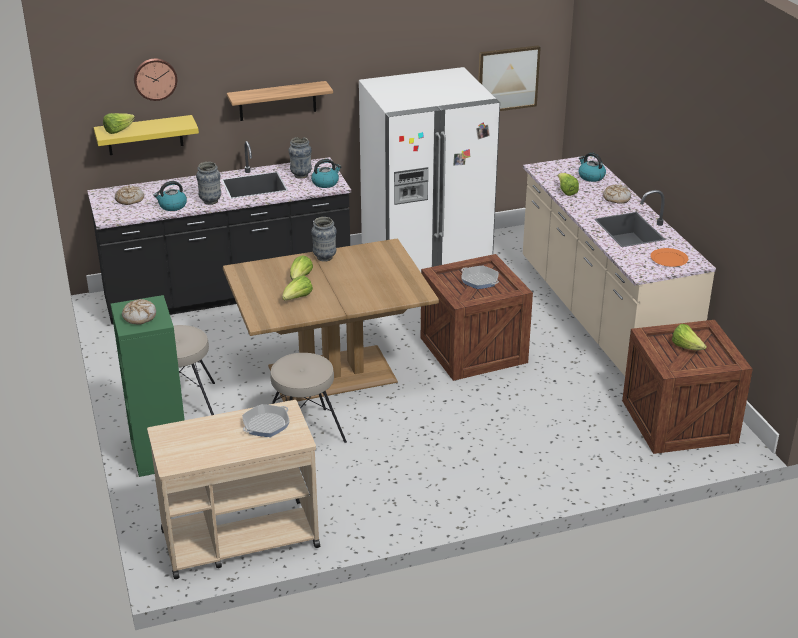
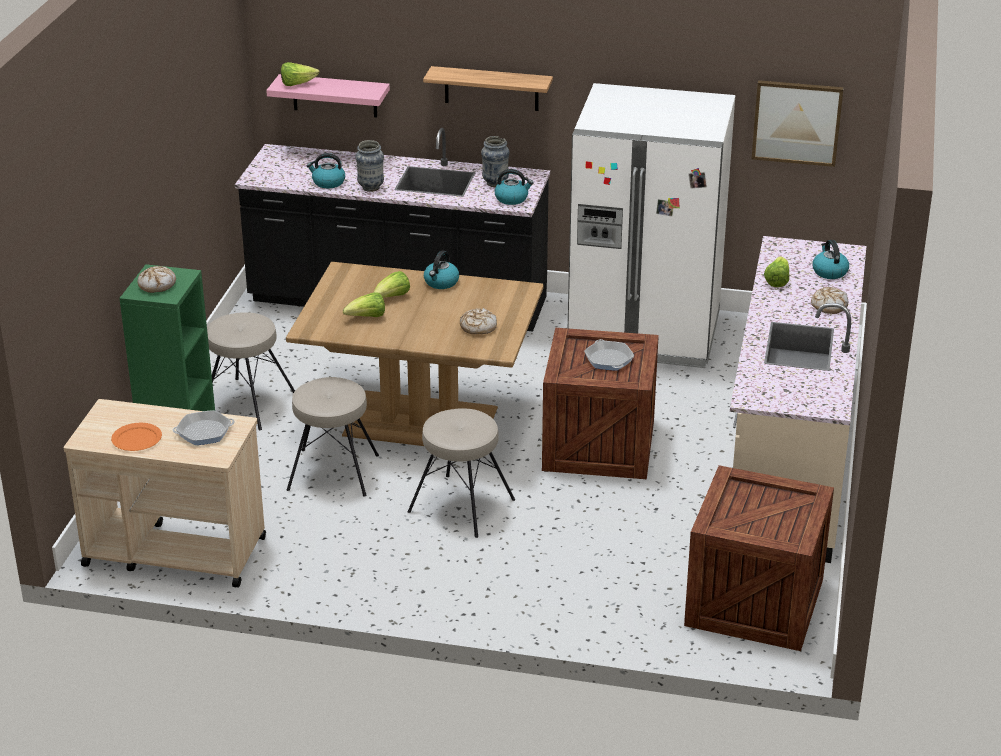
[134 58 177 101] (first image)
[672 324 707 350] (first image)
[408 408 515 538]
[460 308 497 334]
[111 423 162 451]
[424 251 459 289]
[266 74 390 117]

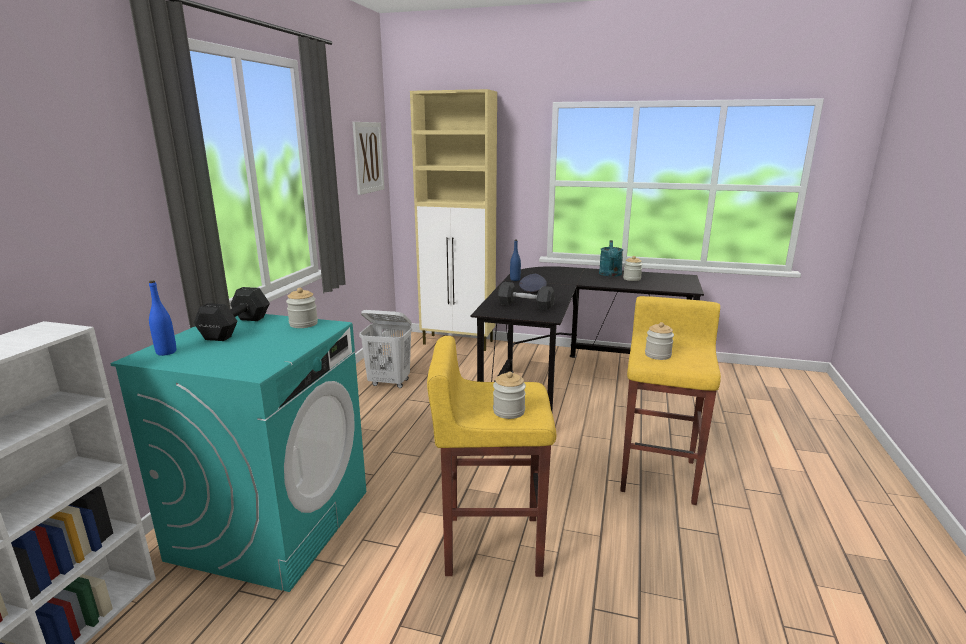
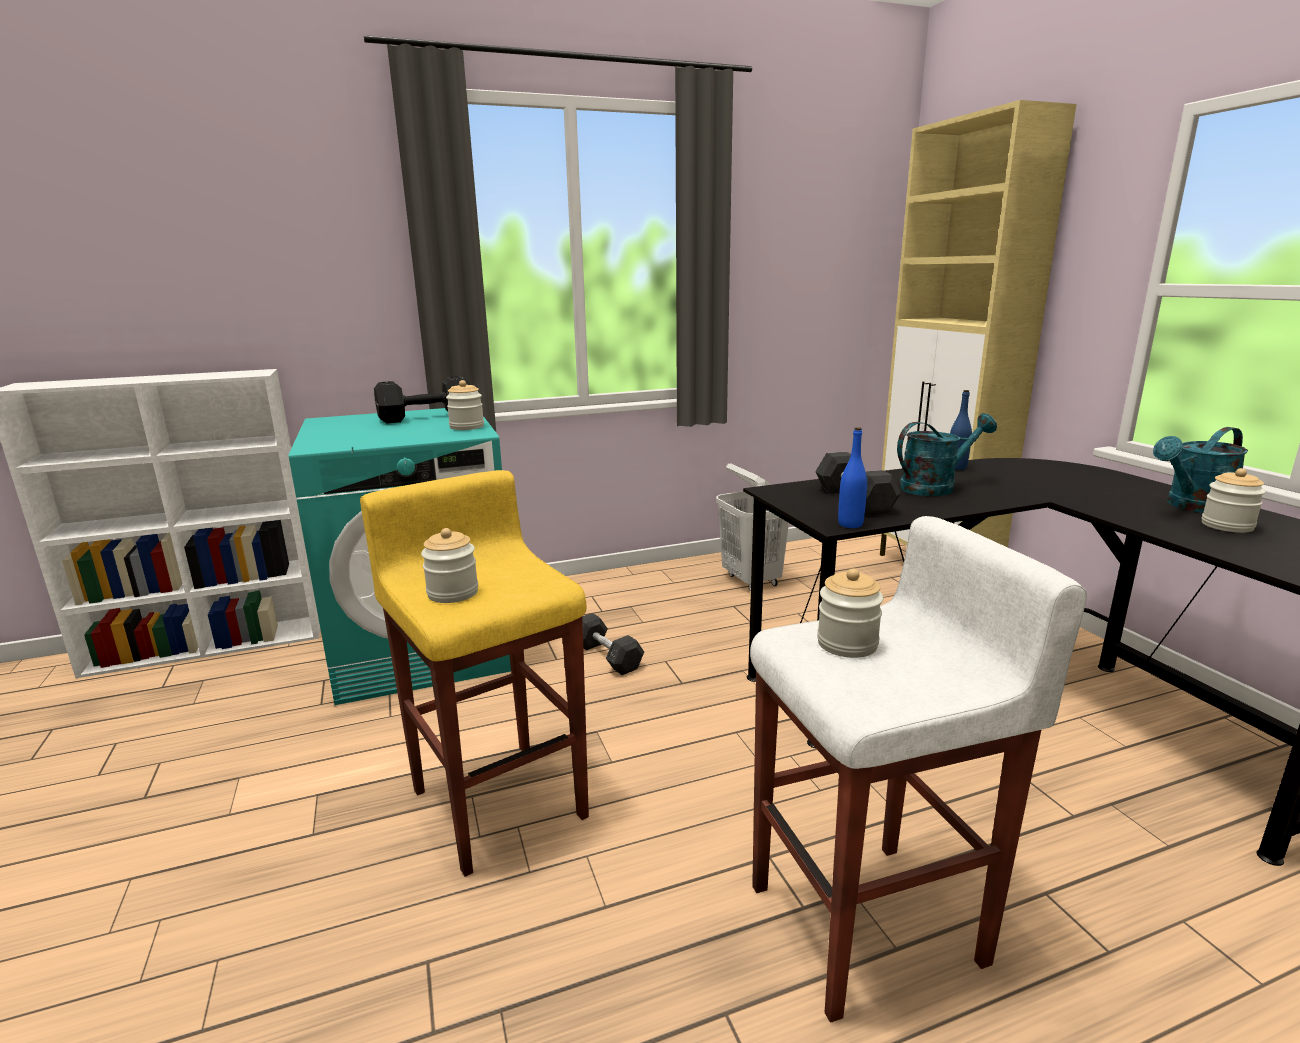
[352 122 384 195] (first image)
[582 613 644 675]
[838 427 867 528]
[897 413 997 496]
[750 516 1087 1023]

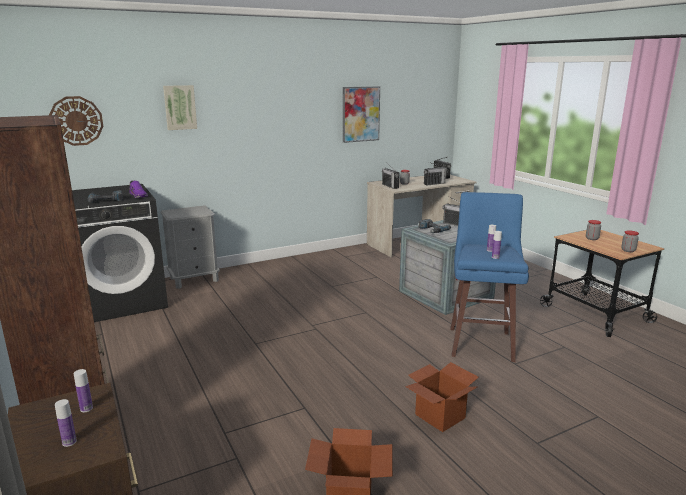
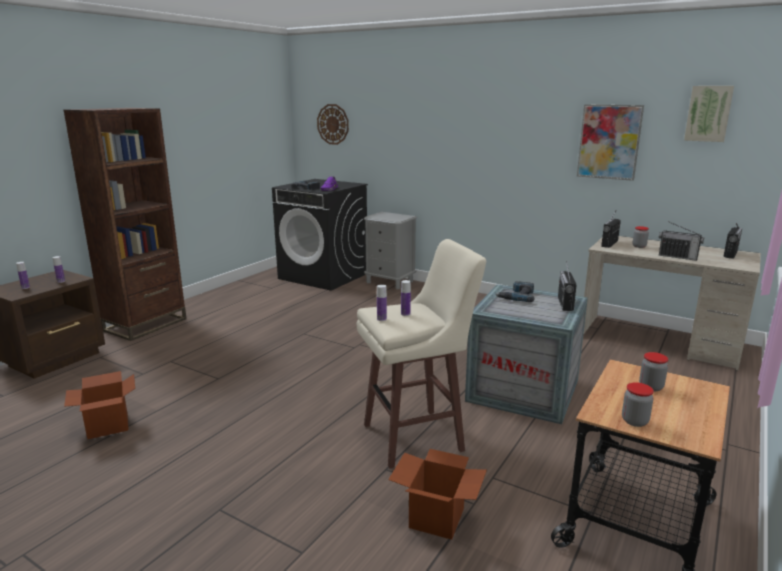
[684 86 734 142]
[388 449 487 540]
[357 239 486 469]

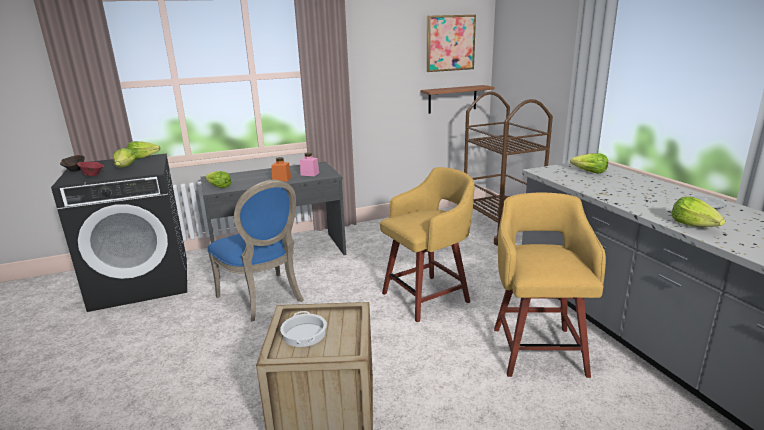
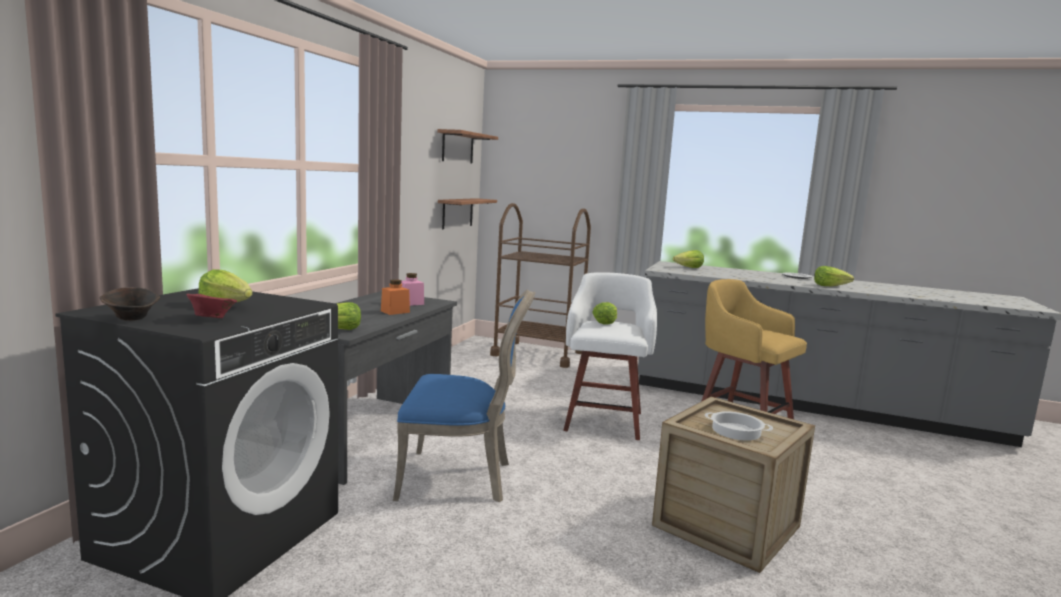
[592 302 617 325]
[437 129 498 164]
[563 272 657 440]

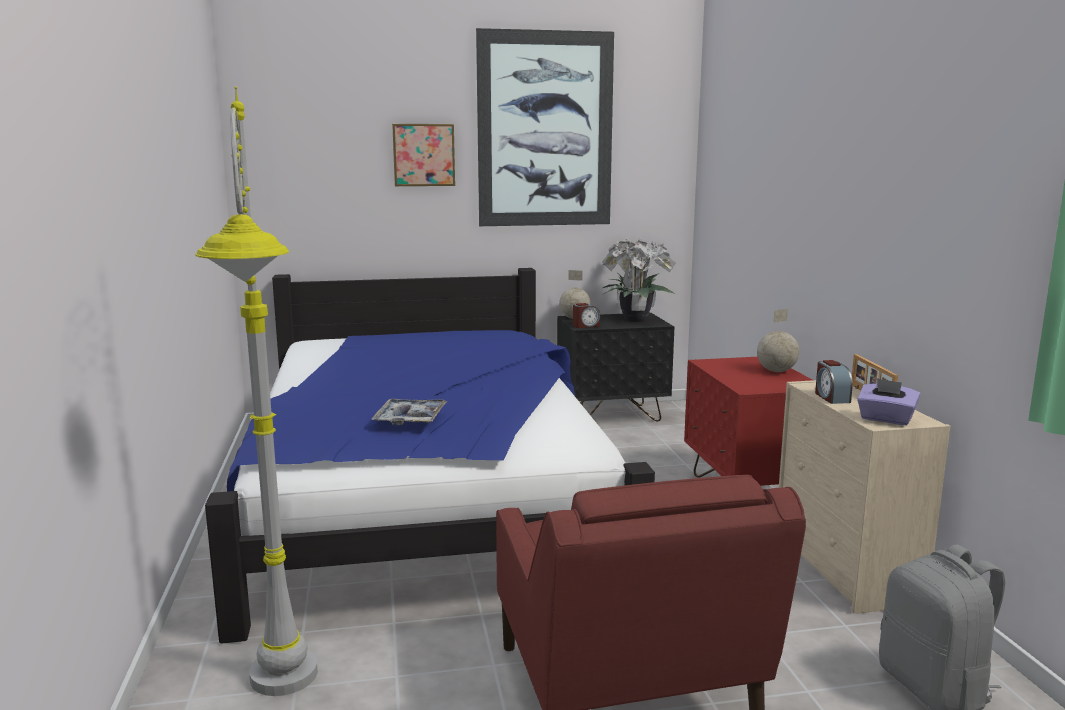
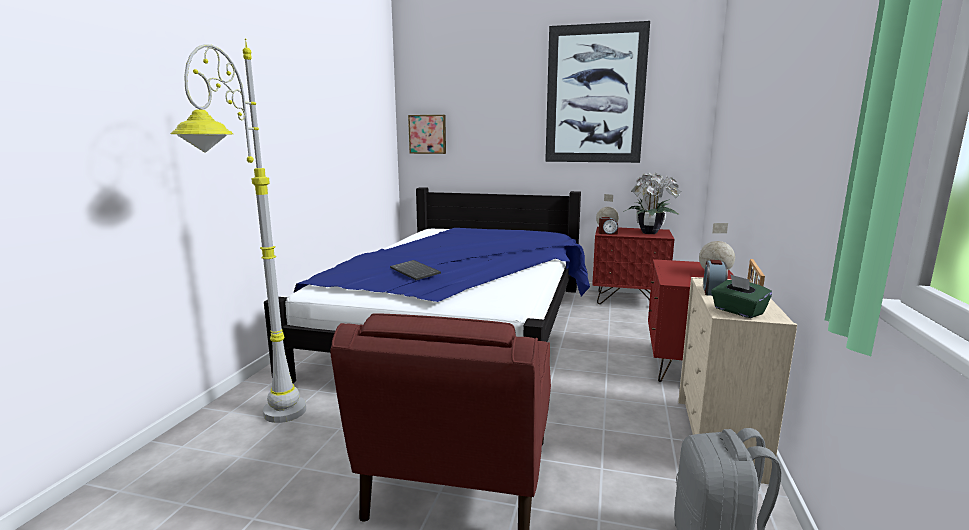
[408 115 446 154]
[390 260 441 280]
[592 227 674 304]
[711 274 772 318]

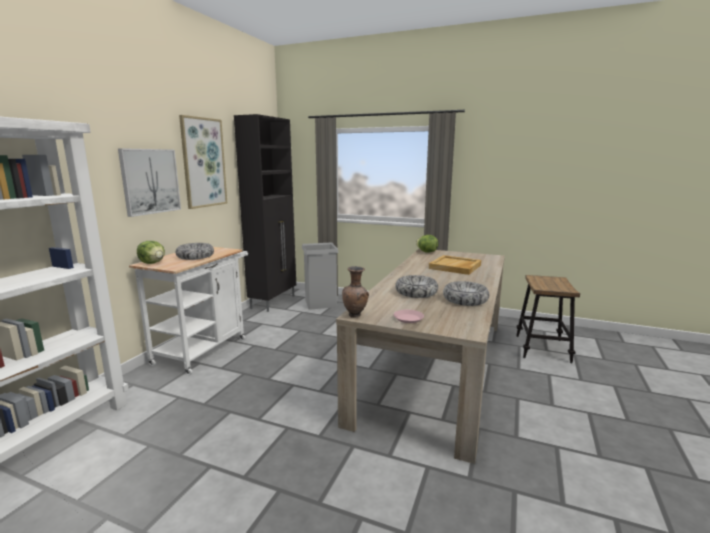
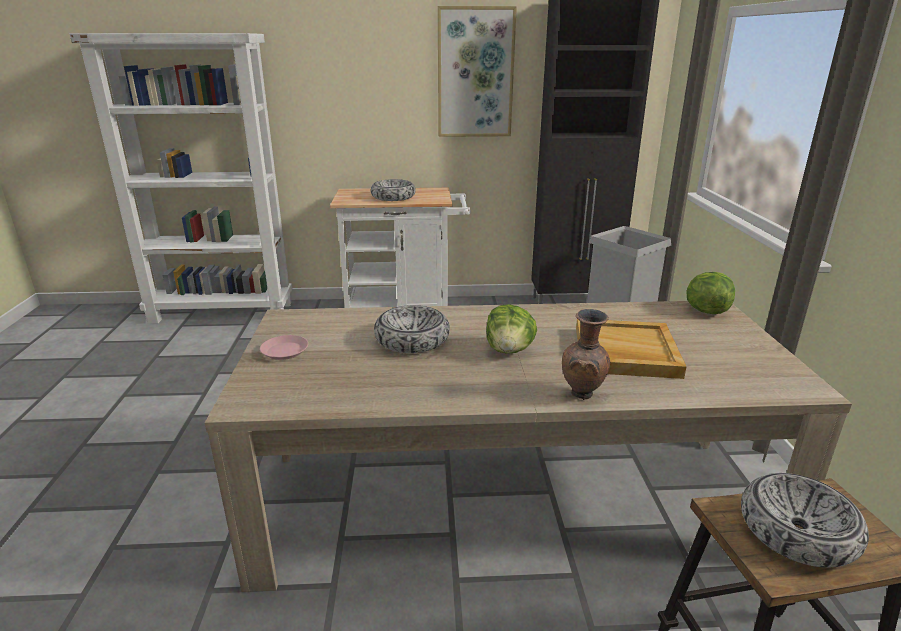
[118 148 181 217] (first image)
[486 304 537 354]
[562 309 610 400]
[741 473 869 568]

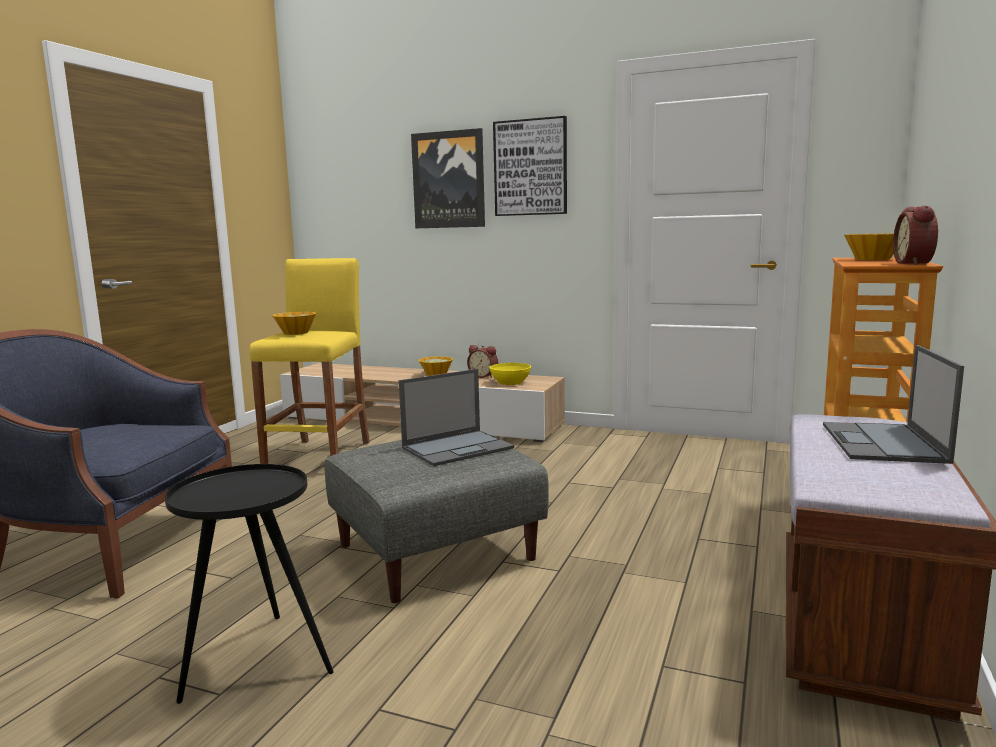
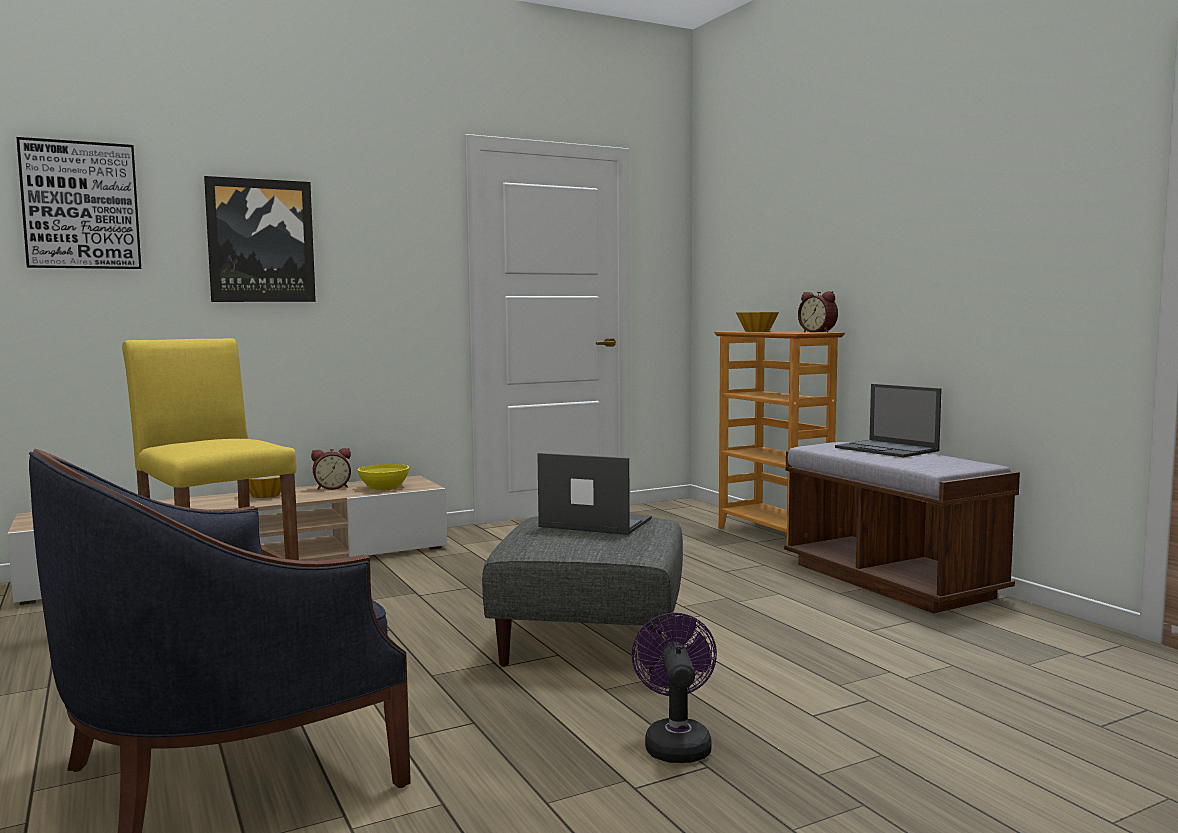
[272 312 316 335] (first image)
[16 137 141 269]
[632 613 717 763]
[537 453 652 535]

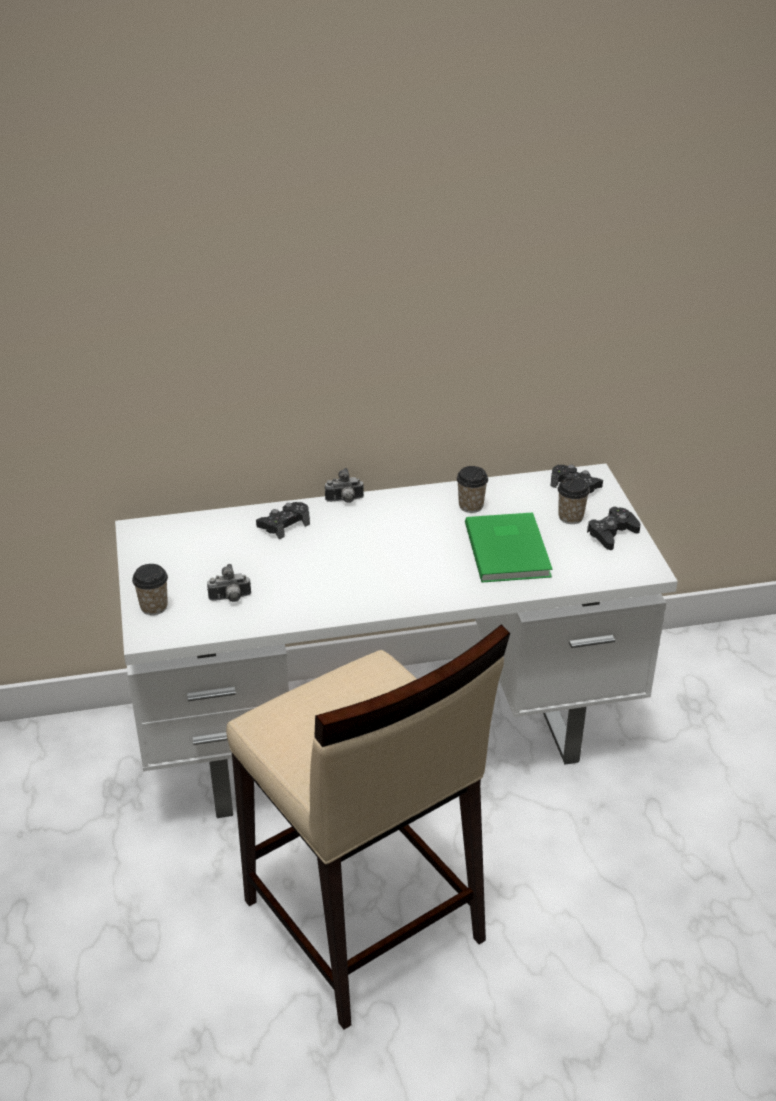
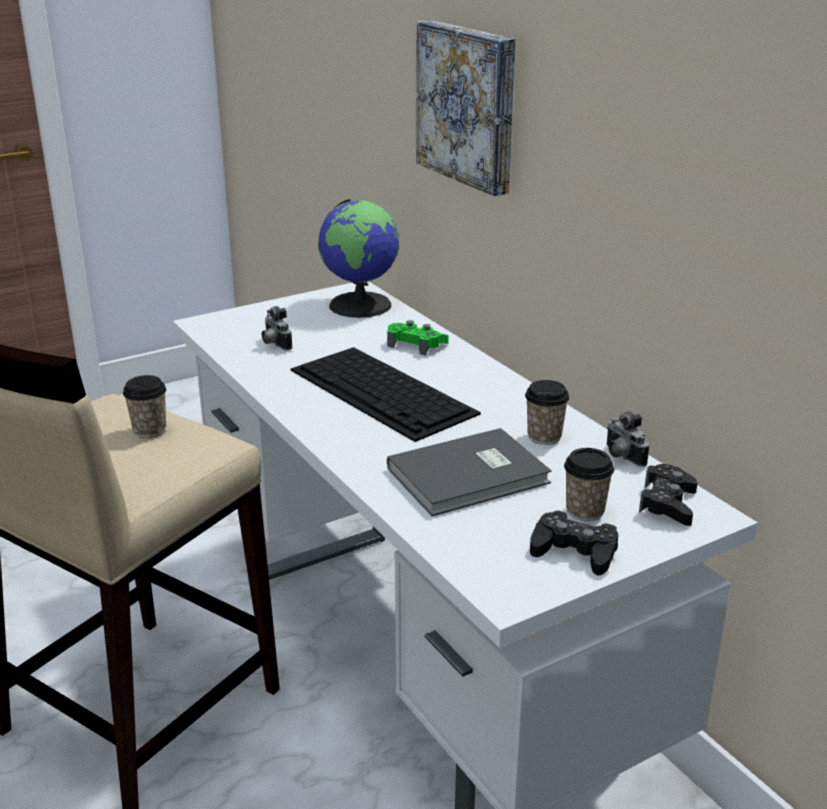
[291 347 481 442]
[318 199 400 318]
[416 20 515 196]
[123 375 166 438]
[606 411 649 467]
[387 320 449 356]
[387 428 552 516]

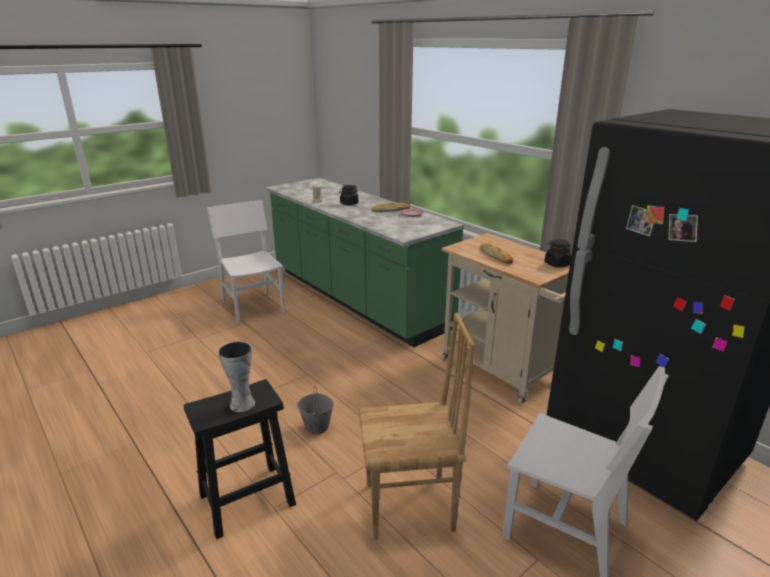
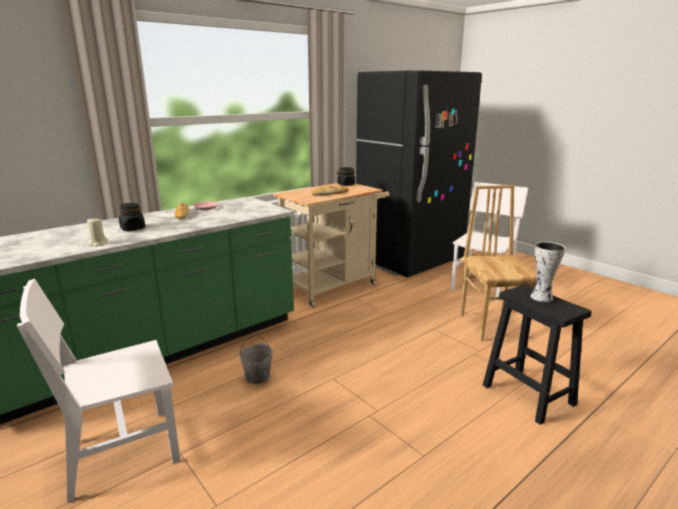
[239 335 273 384]

